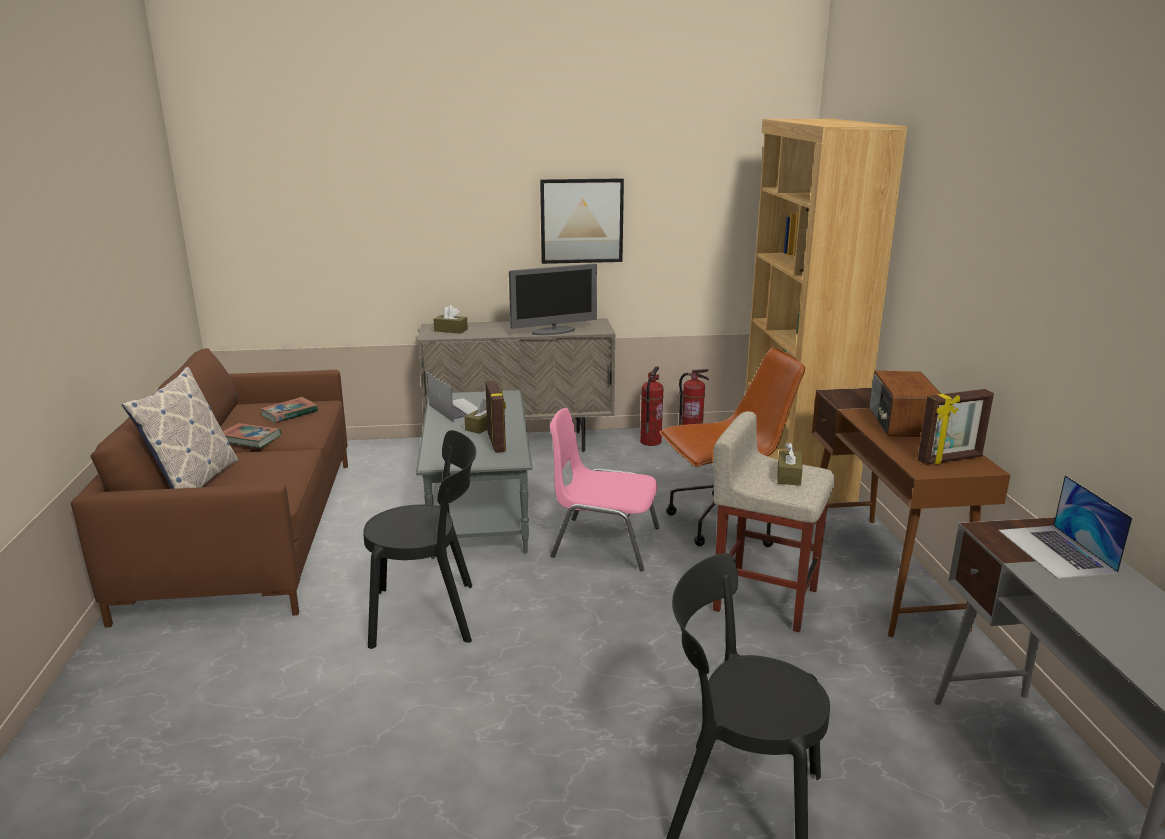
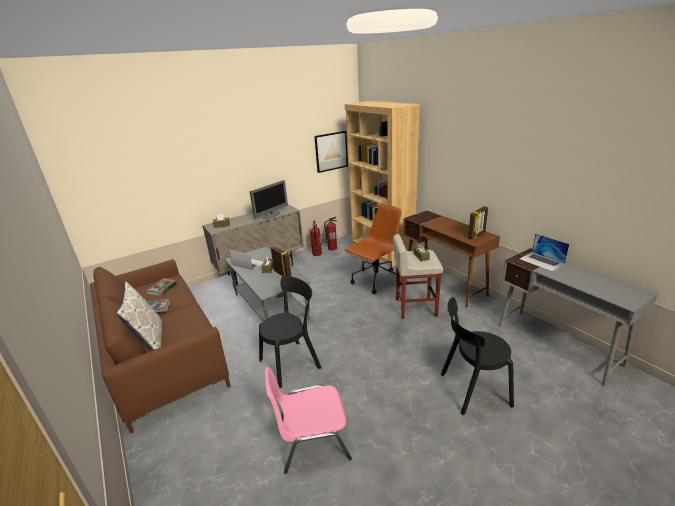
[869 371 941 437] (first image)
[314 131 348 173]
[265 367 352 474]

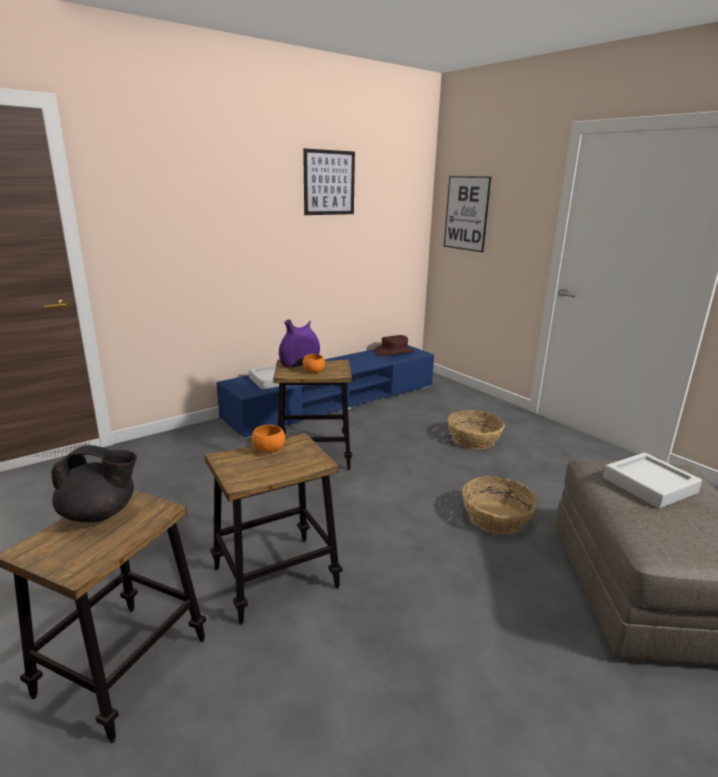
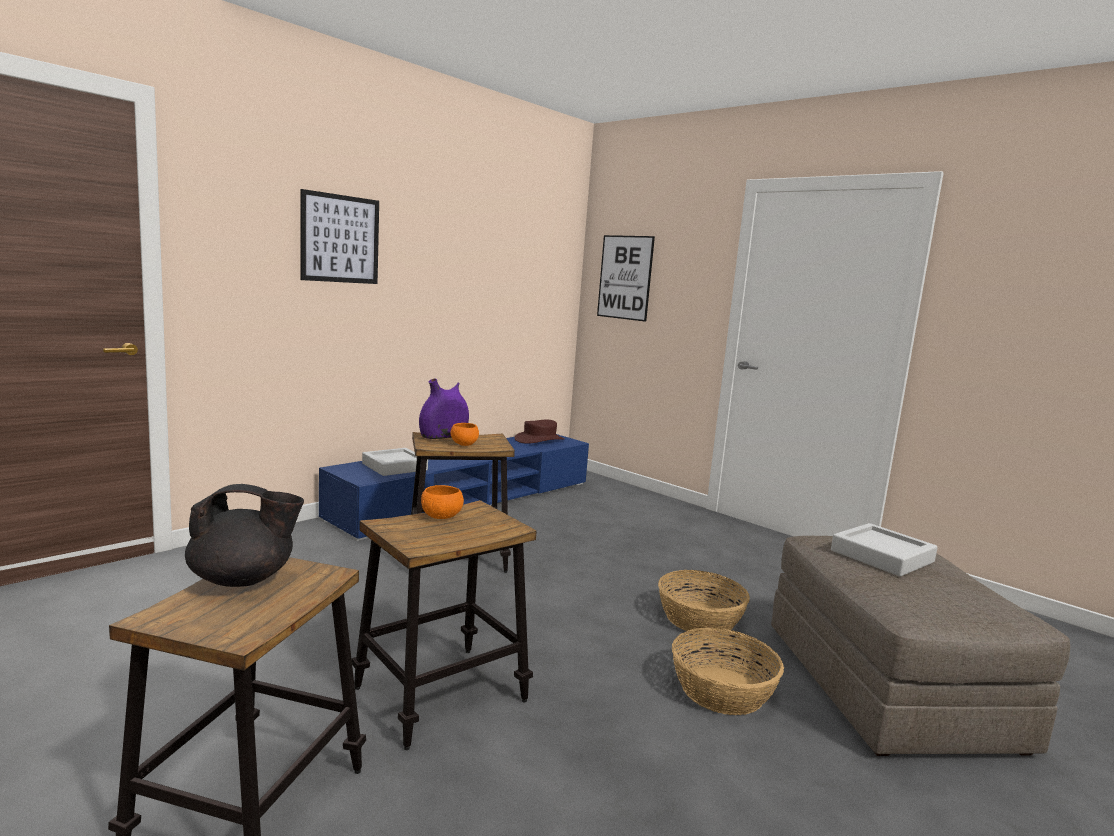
[301 189 379 284]
[672 628 784 715]

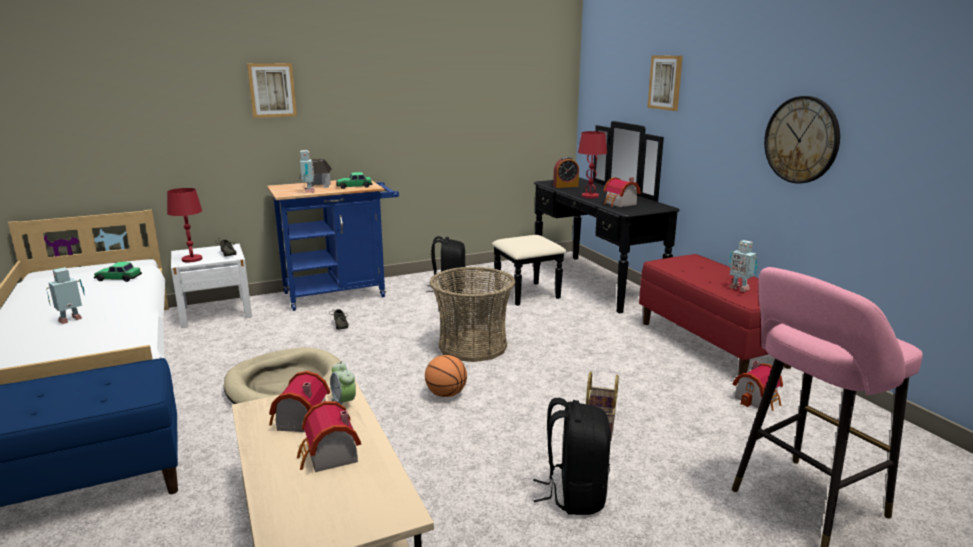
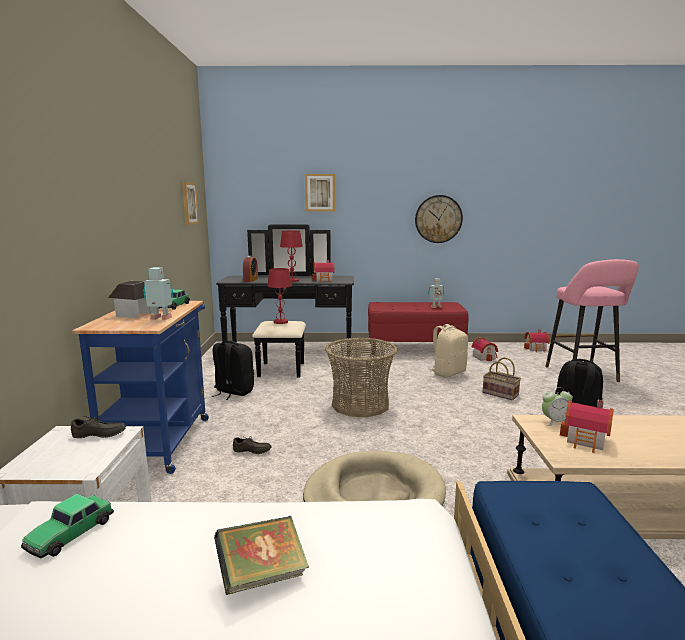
[425 355 467 397] (first image)
[427 324 468 378]
[267 268 292 324]
[182 182 199 225]
[524 329 550 352]
[214 516 309 595]

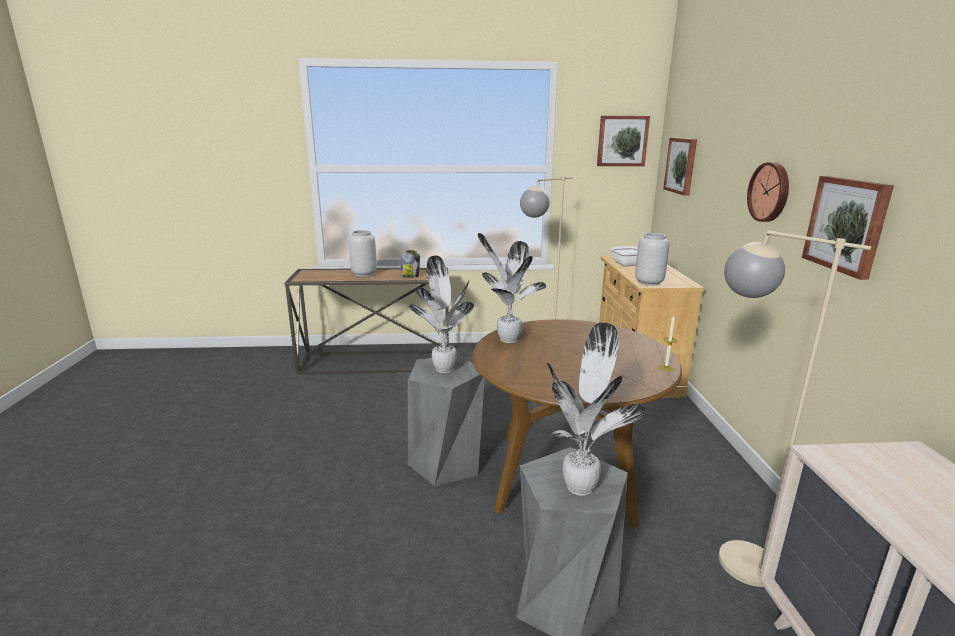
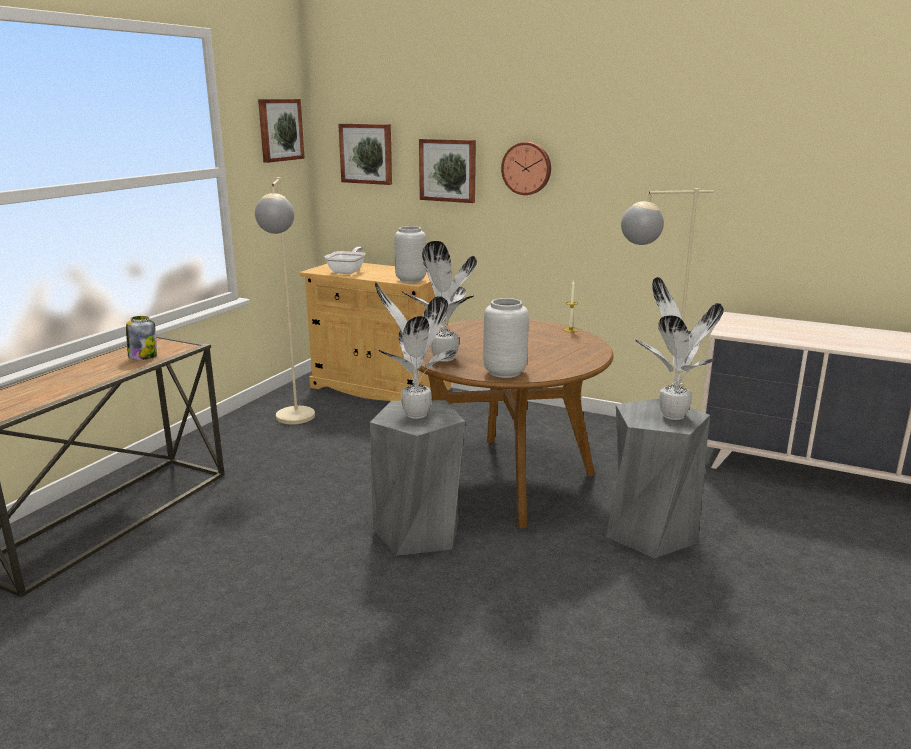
[483 298 529 378]
[419 139 476 203]

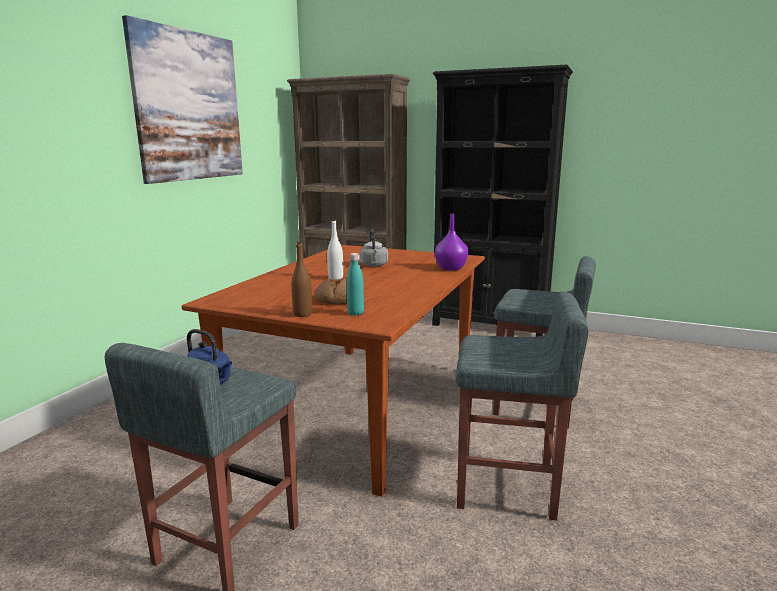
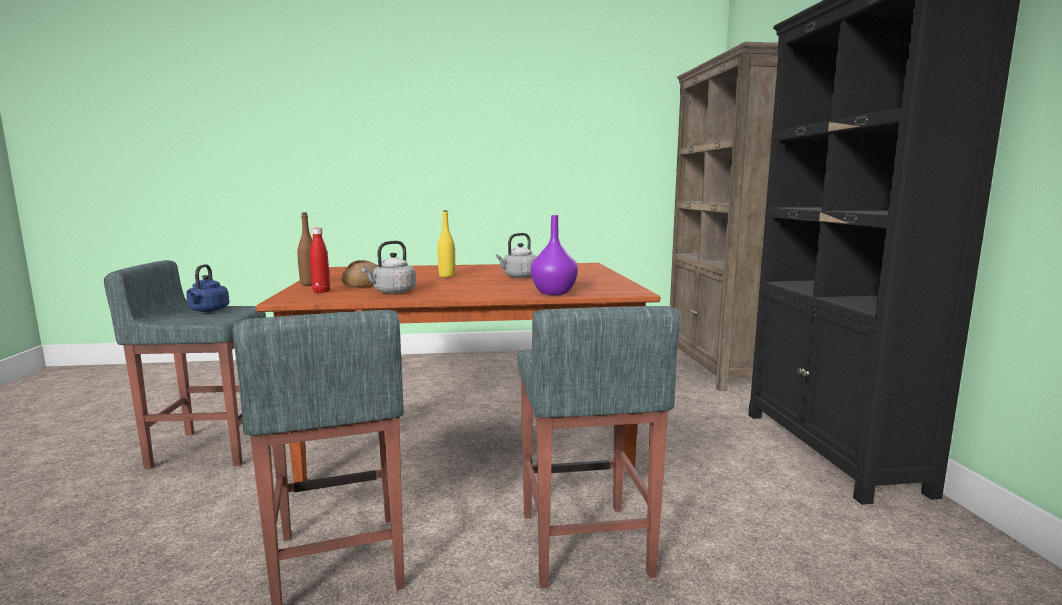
[122 15 243 184] (first image)
[362 241 416 294]
[438 210 455 277]
[310 228 330 293]

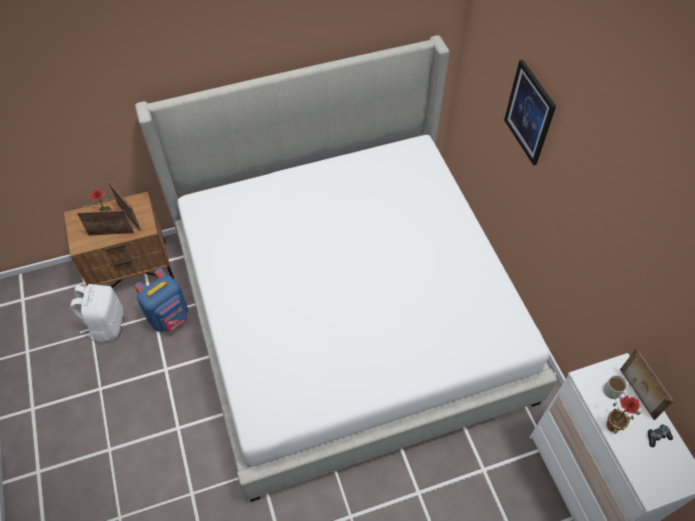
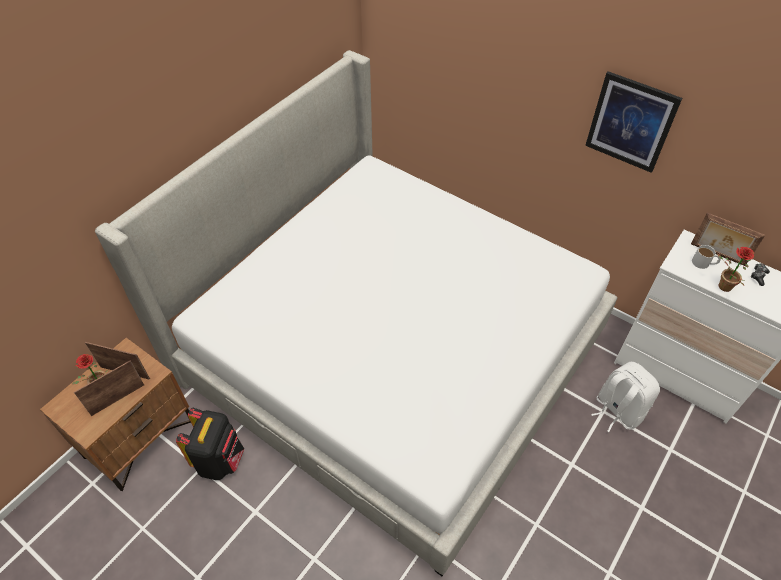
[591 362 660 432]
[585 71 682 173]
[176 408 244 480]

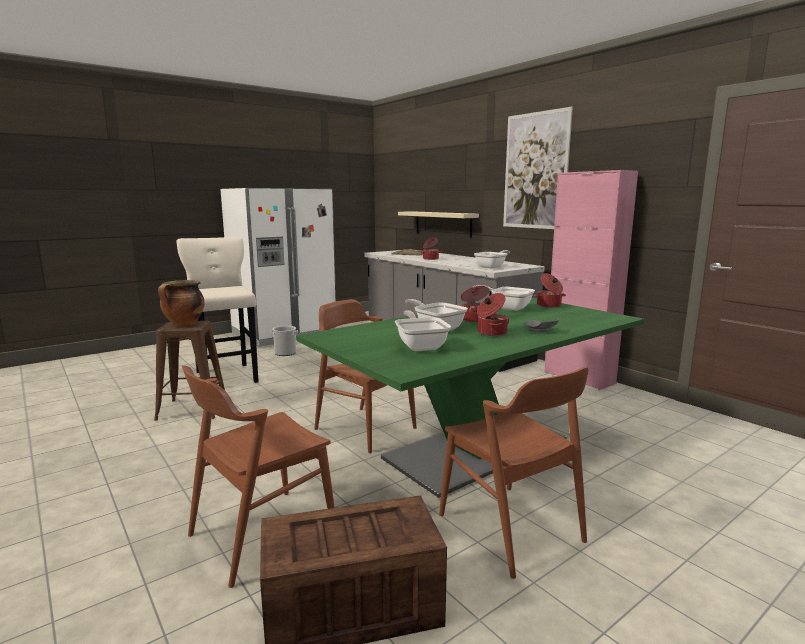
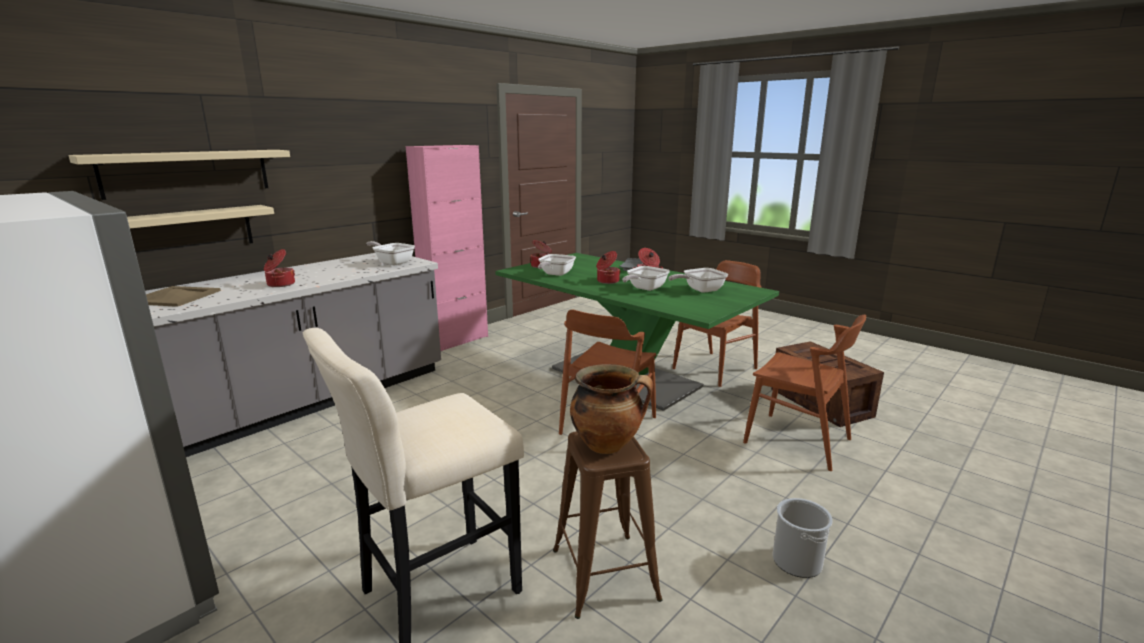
[503 107 573 229] (first image)
[68 150 290 200]
[772 498 833 578]

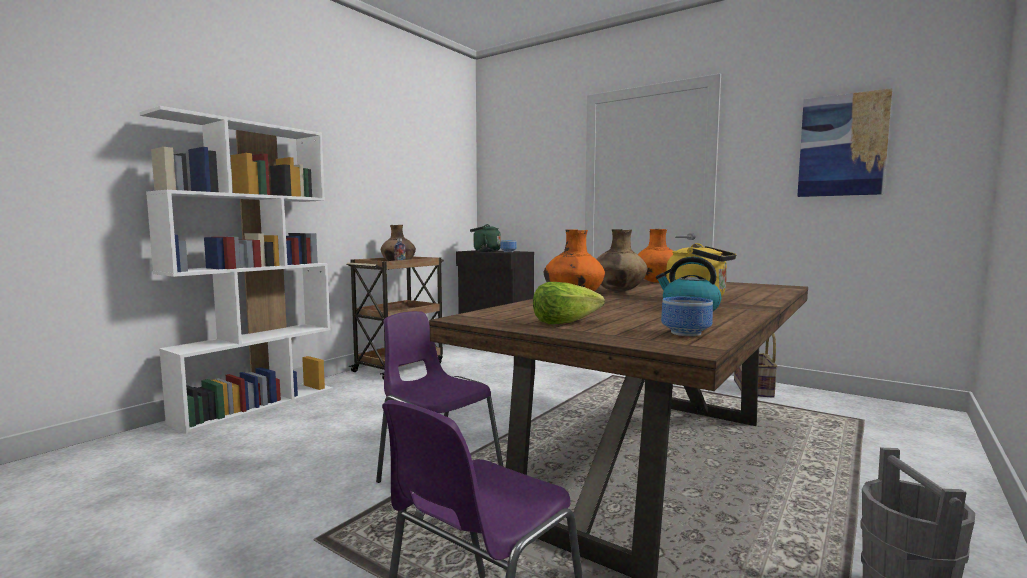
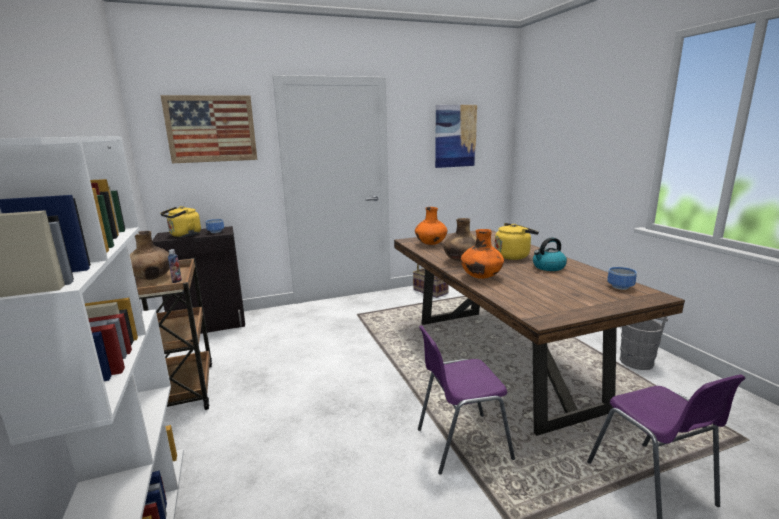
[533 282 605 324] (first image)
[160 95 257 163]
[160 206 201 237]

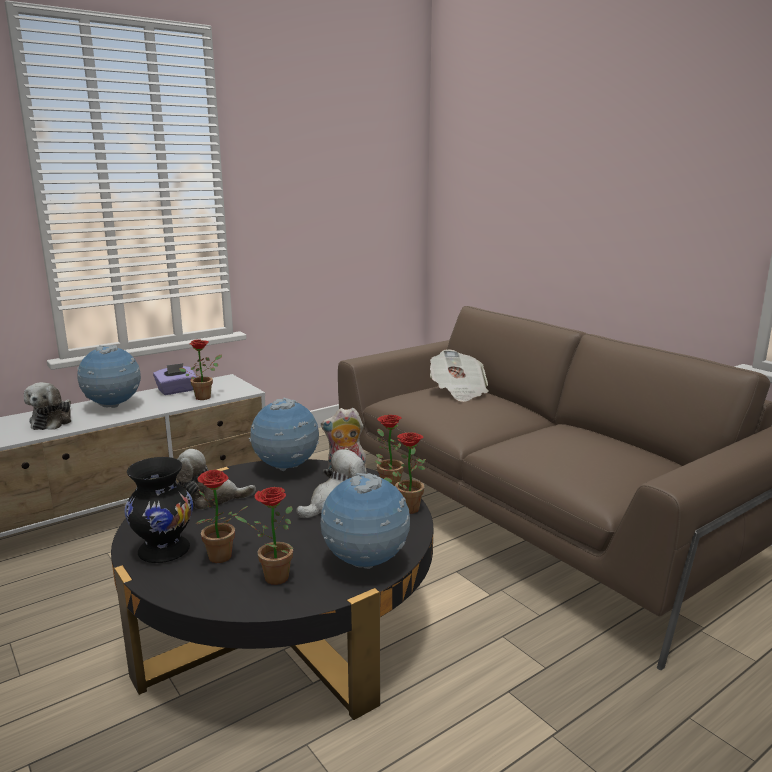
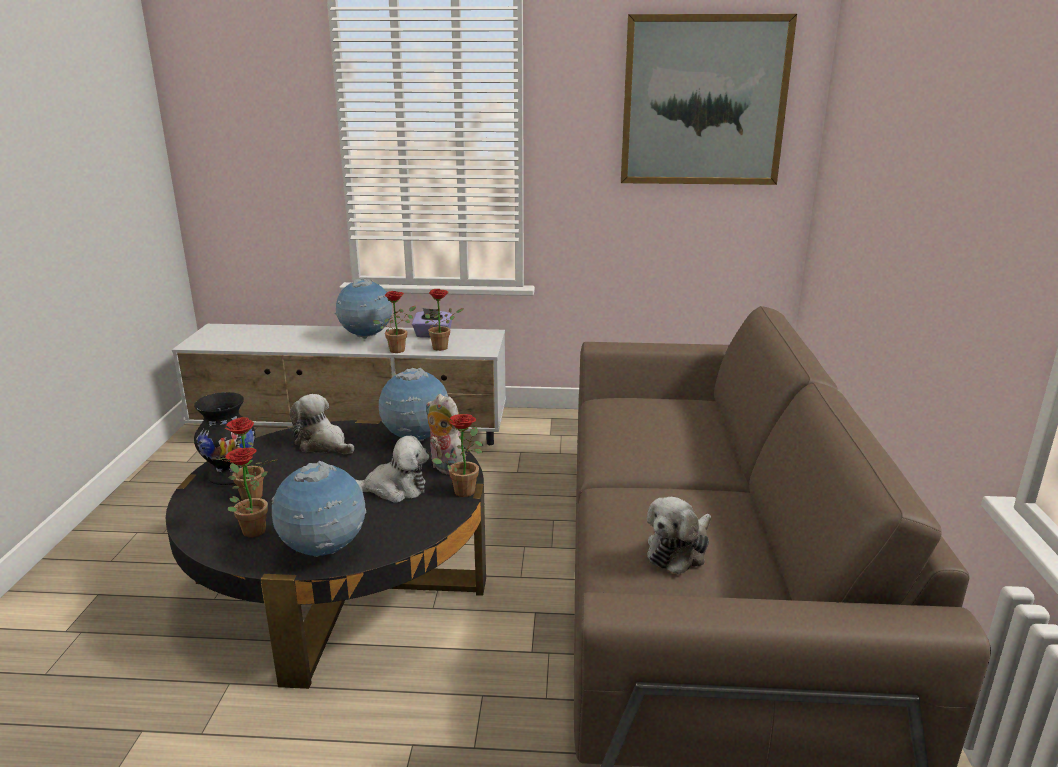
[430 350 489 402] (first image)
[621 14 797 185]
[647 497 711 575]
[373 291 416 353]

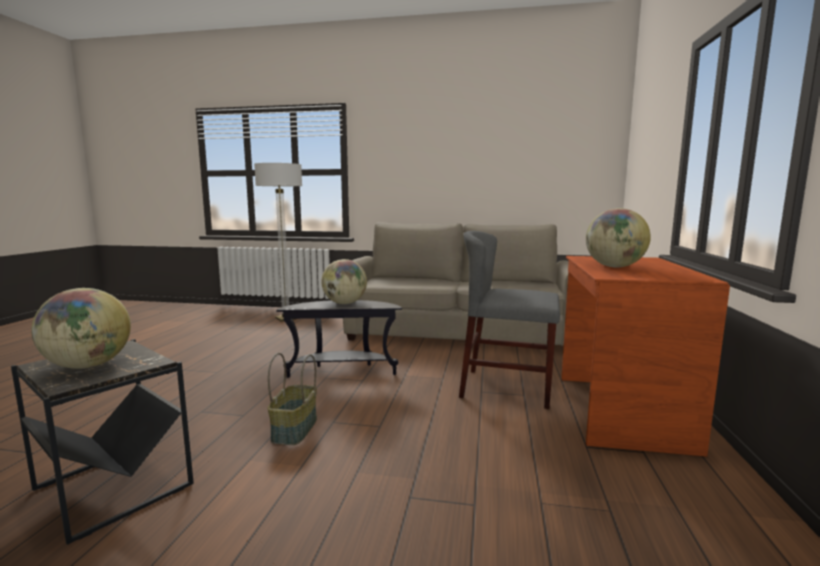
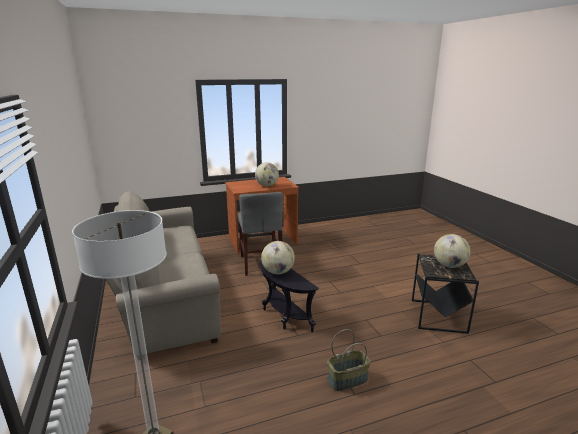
[327 329 371 391]

